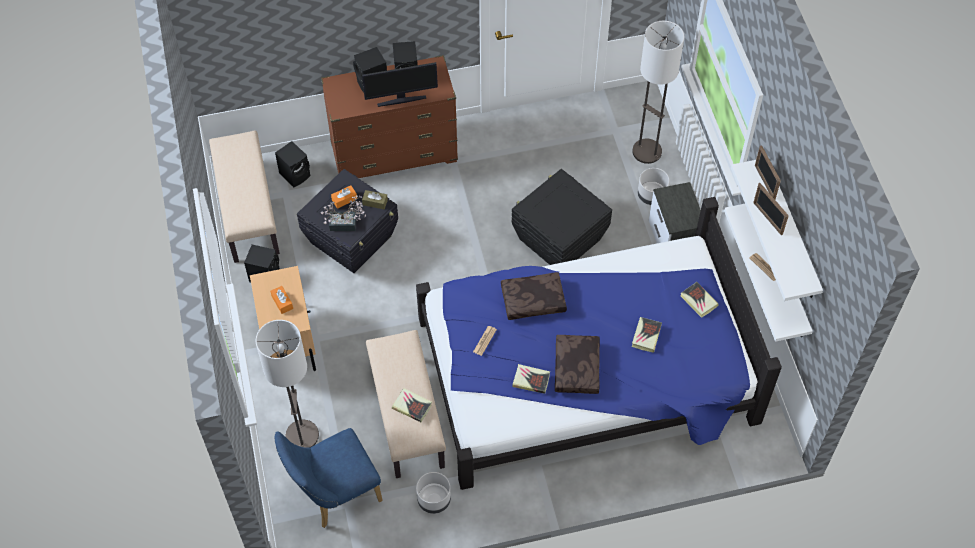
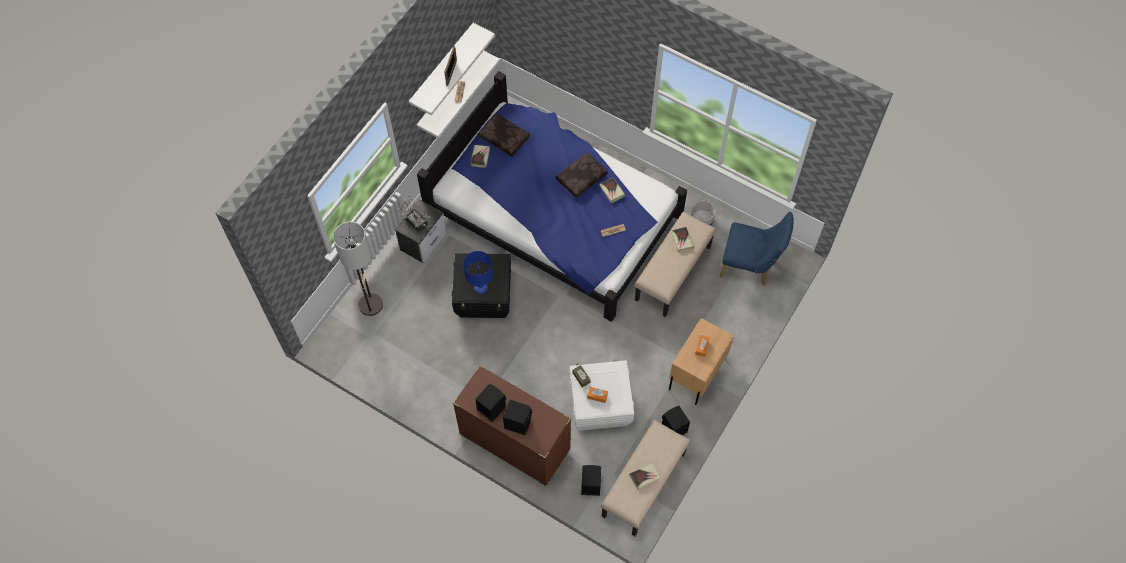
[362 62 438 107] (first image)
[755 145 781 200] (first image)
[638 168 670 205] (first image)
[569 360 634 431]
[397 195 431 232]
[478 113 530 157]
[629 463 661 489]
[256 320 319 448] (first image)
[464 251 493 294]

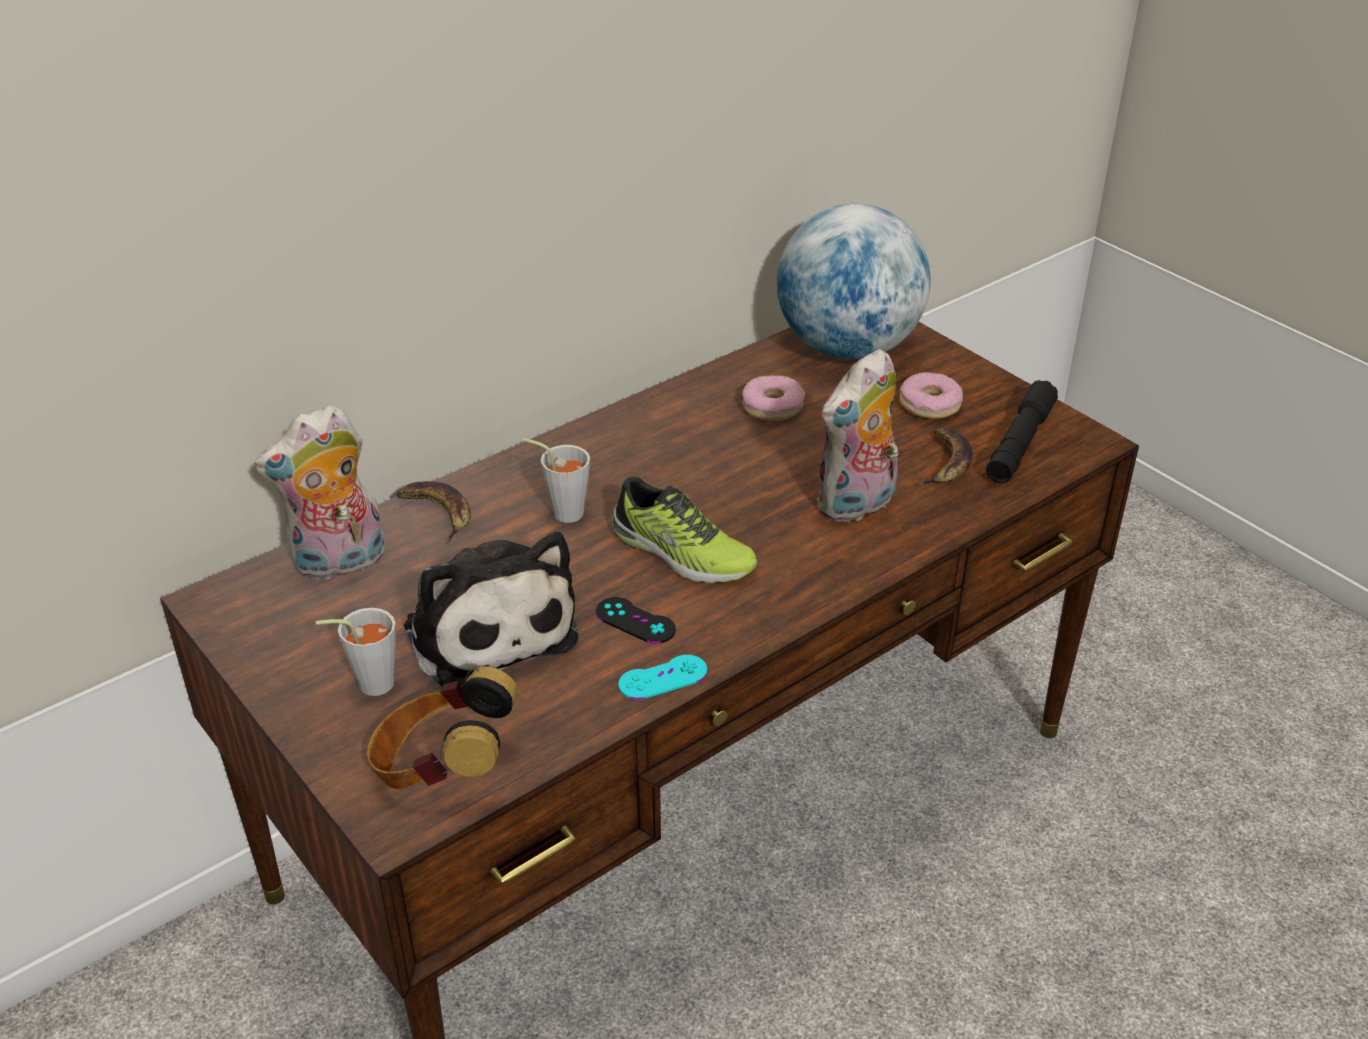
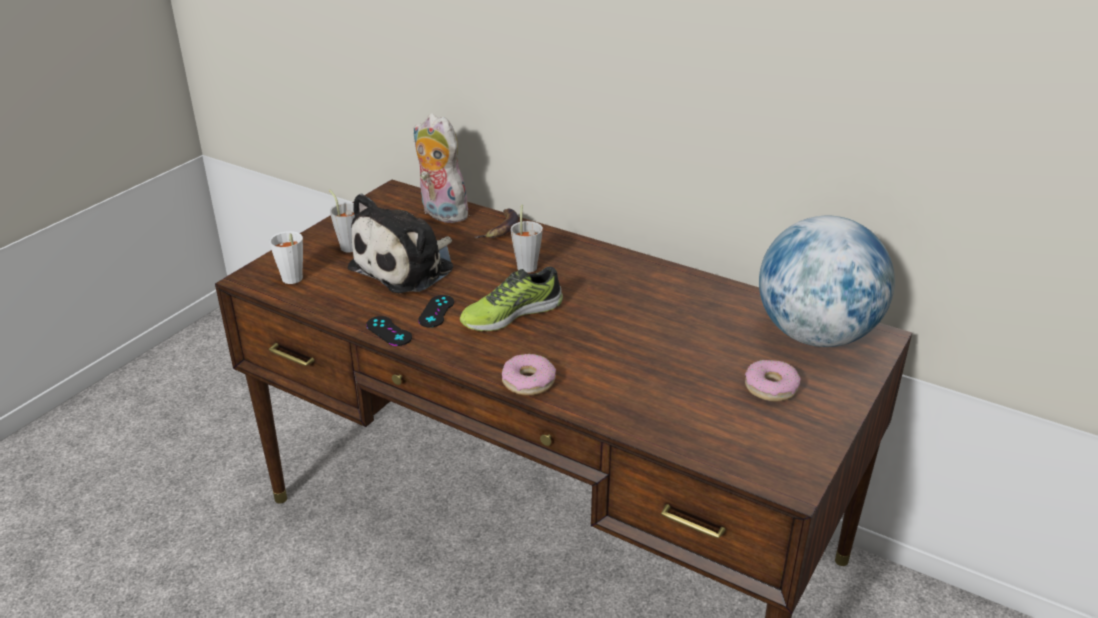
[816 349 898 524] (first image)
[502 354 556 395]
[986 380 1058 483] (first image)
[918 428 973 486] (first image)
[460 267 563 331]
[366 316 412 346]
[269 231 303 284]

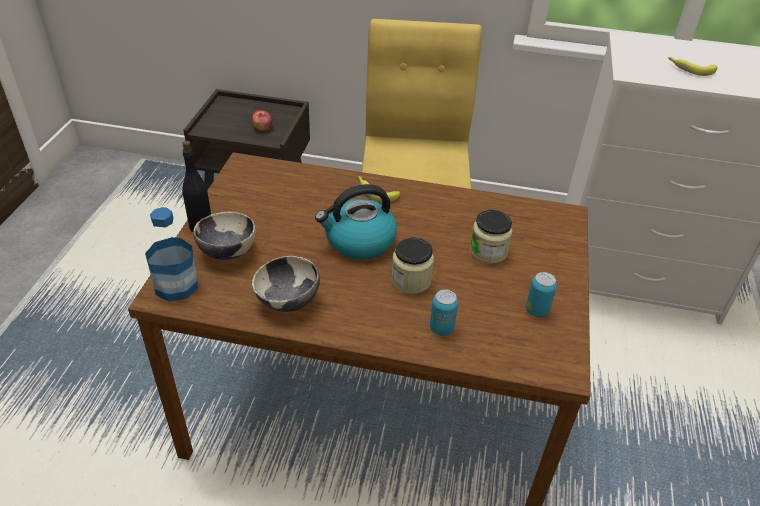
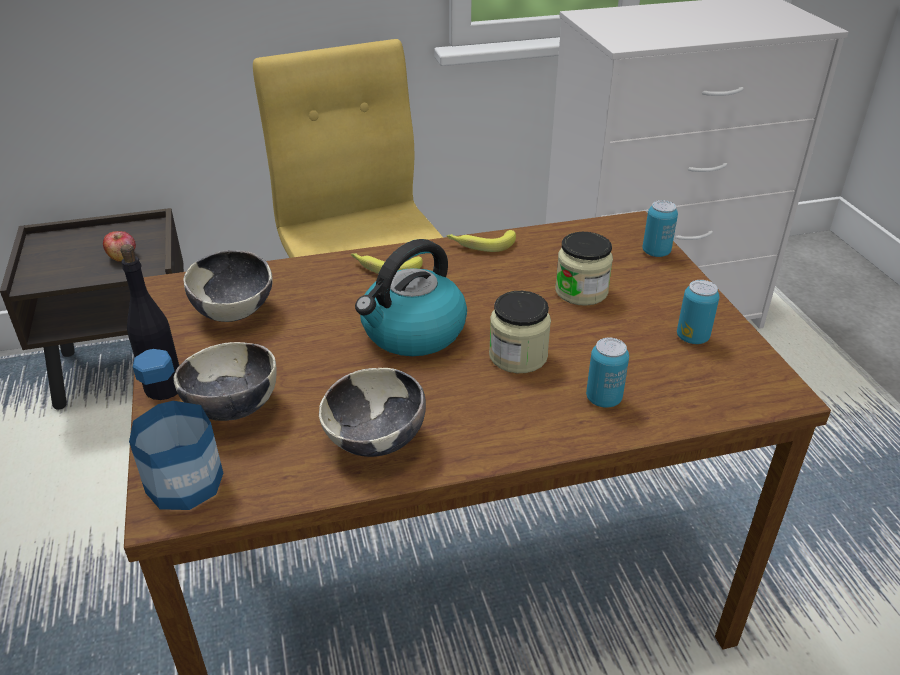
[447 230 516 252]
[642 200 678 257]
[183 250 273 322]

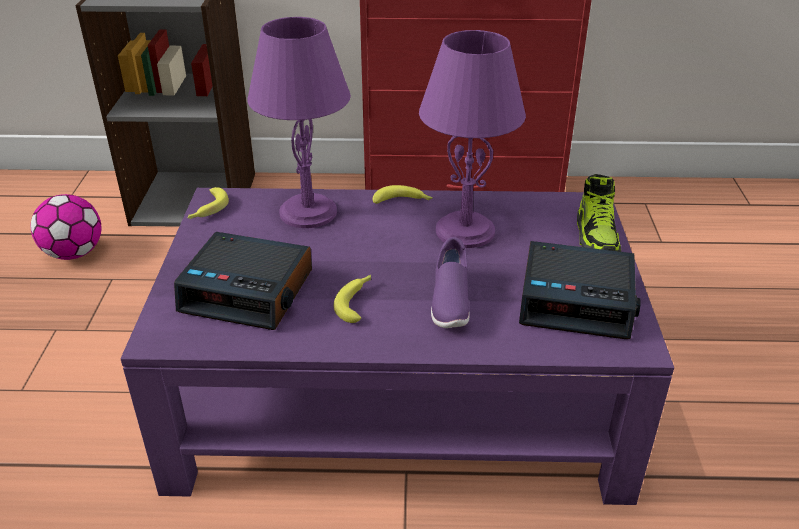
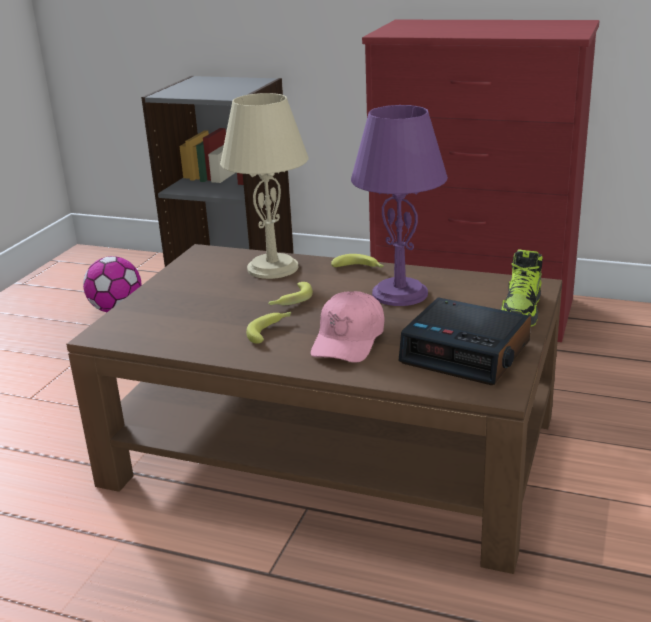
[220 93 308 279]
[268 282 313 305]
[66 244 562 574]
[174 232 312 330] (first image)
[311 291 385 363]

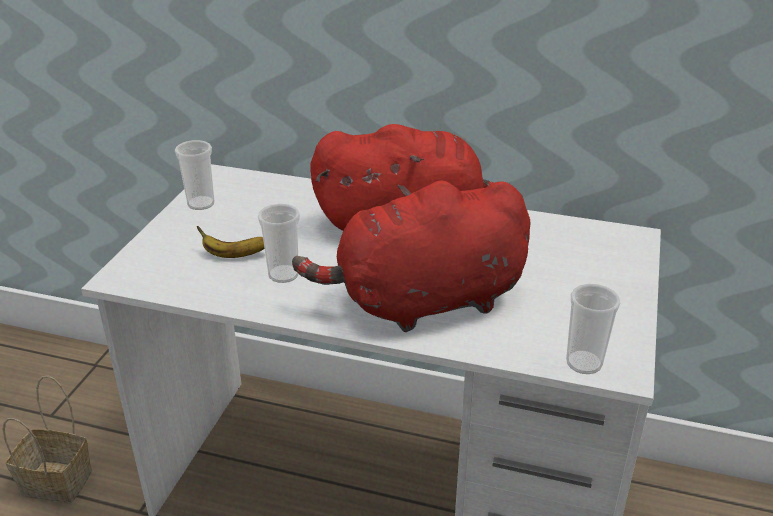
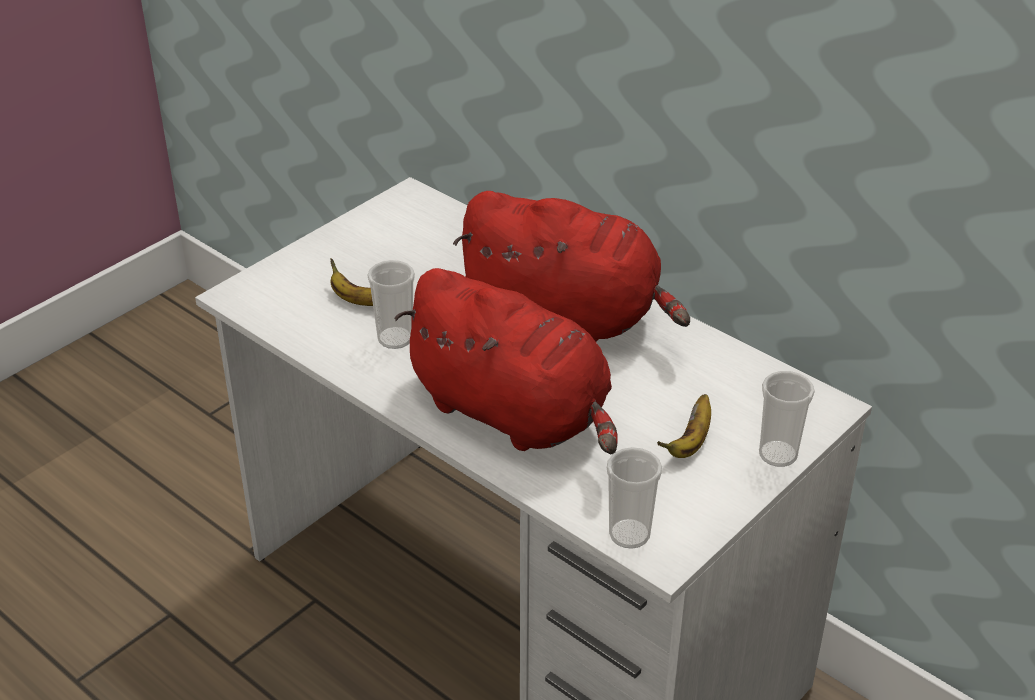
[759 371 815 467]
[394 268 618 454]
[2 376 92 503] (first image)
[657 394 711 458]

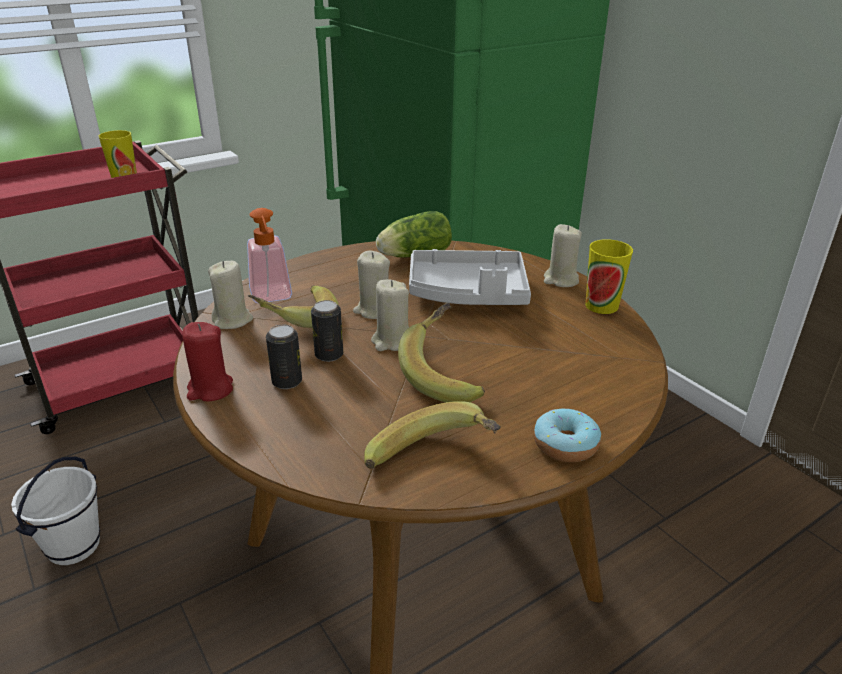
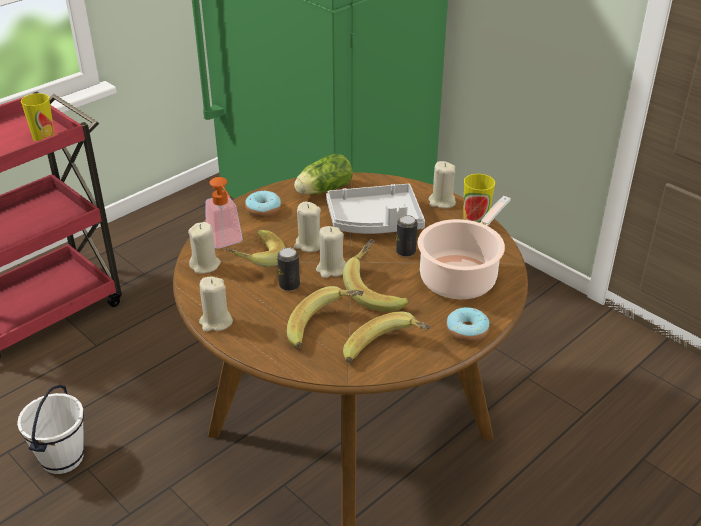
[199 277 233 332]
[396 215 417 257]
[245 190 281 218]
[417 196 511 299]
[287 286 364 348]

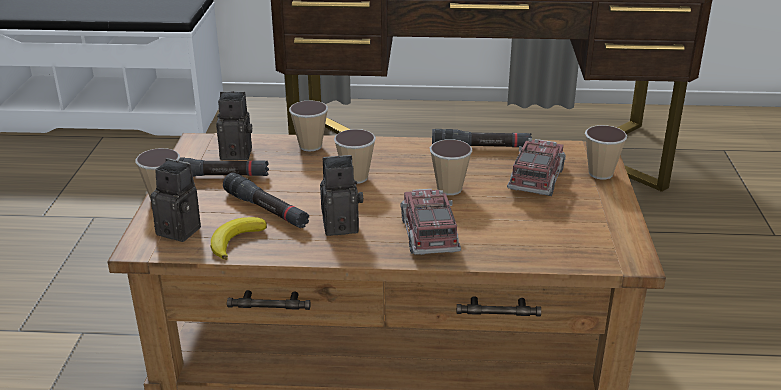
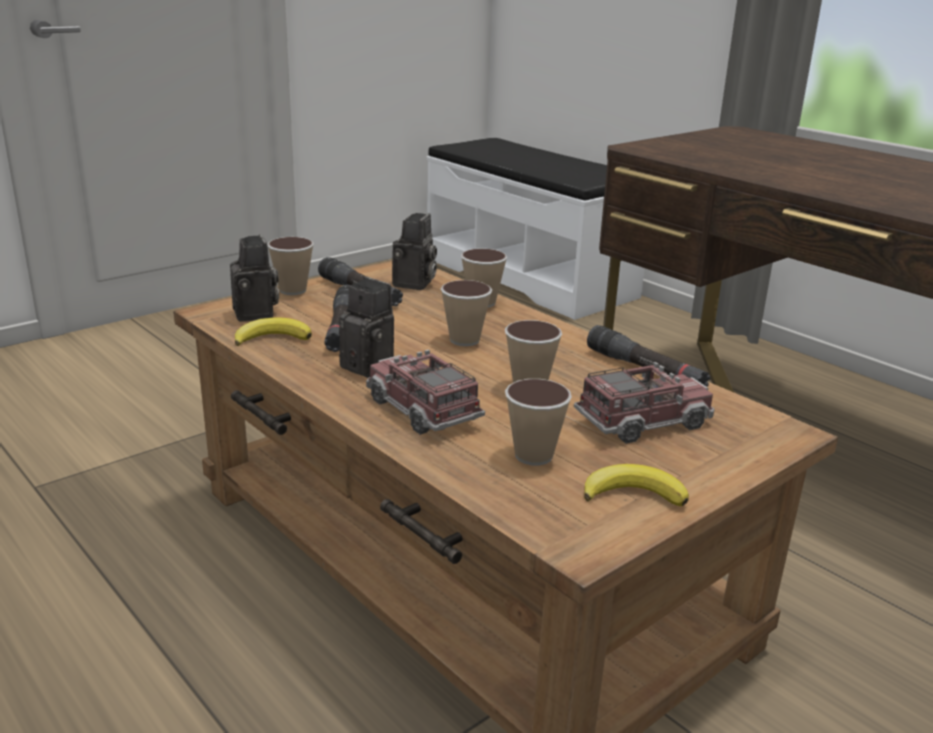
[392 213 437 290]
[505 379 572 465]
[366 350 485 435]
[584 464 689 506]

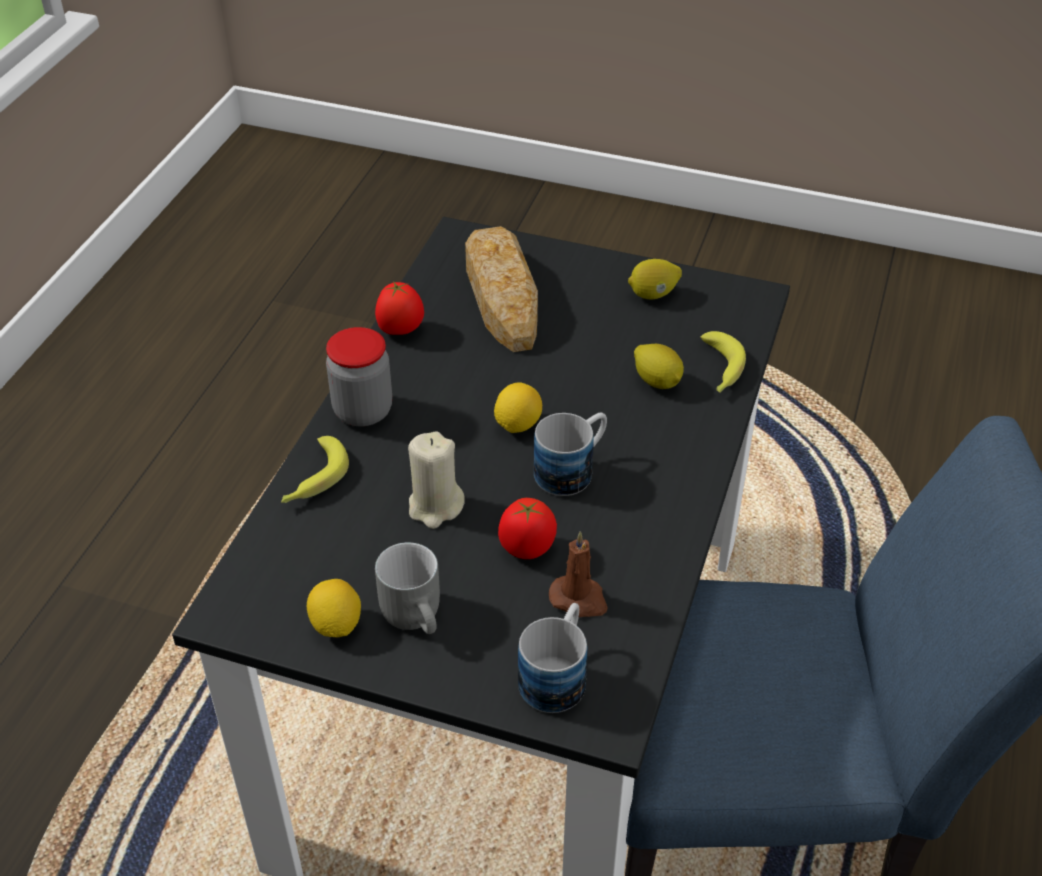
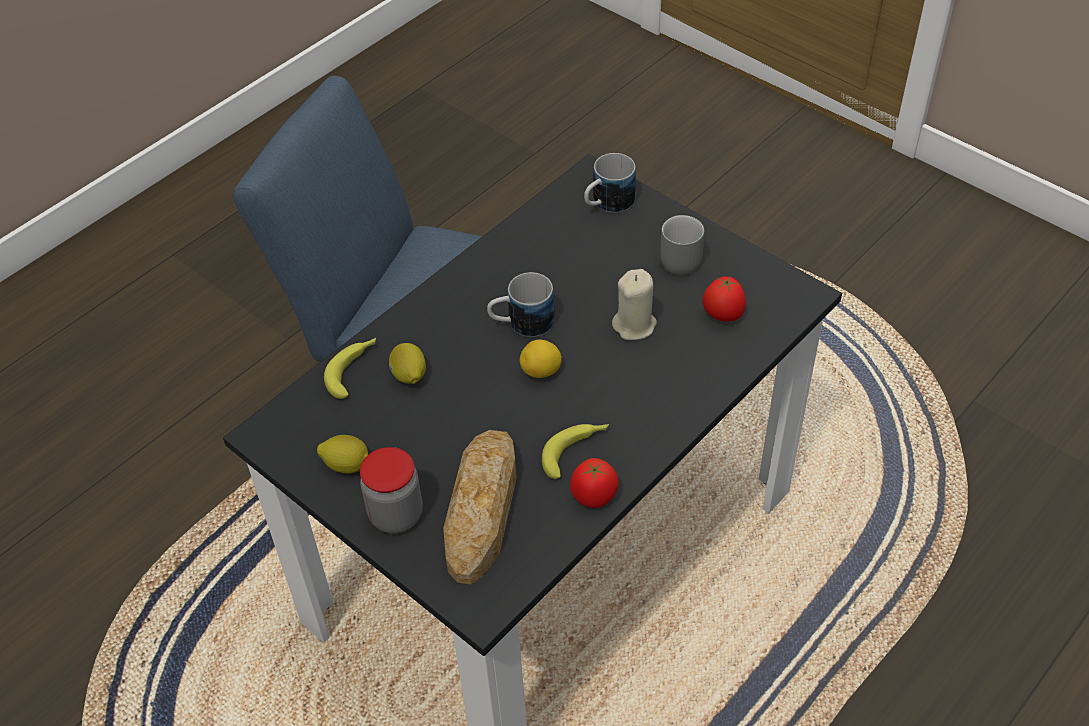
[360 447 423 534]
[542 424 609 479]
[702 276 746 322]
[549 531 608 617] (first image)
[307 579 361 638] (first image)

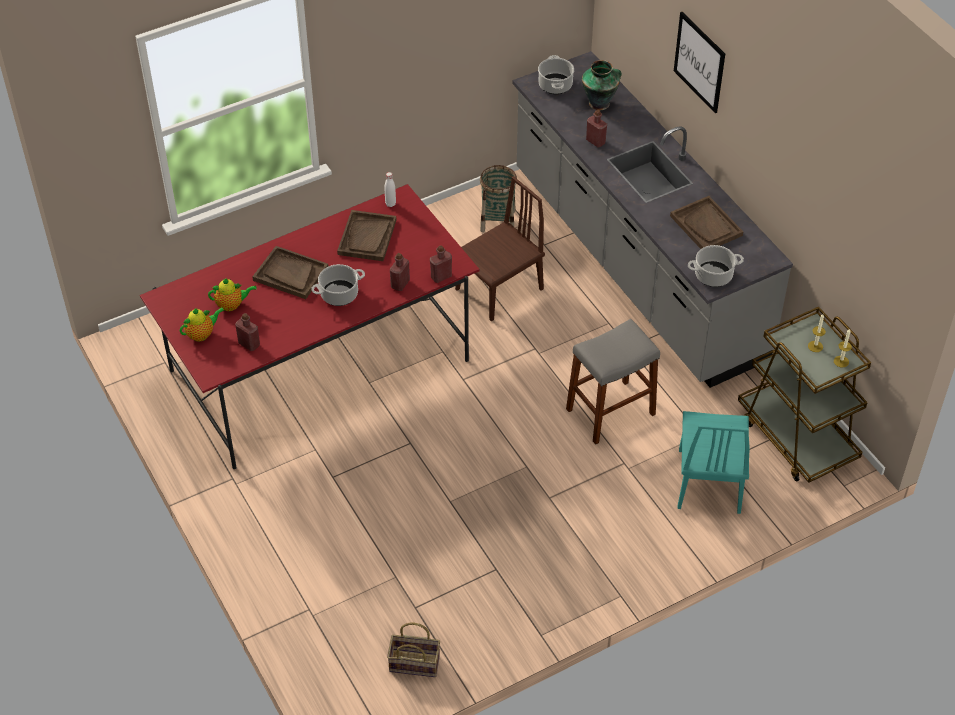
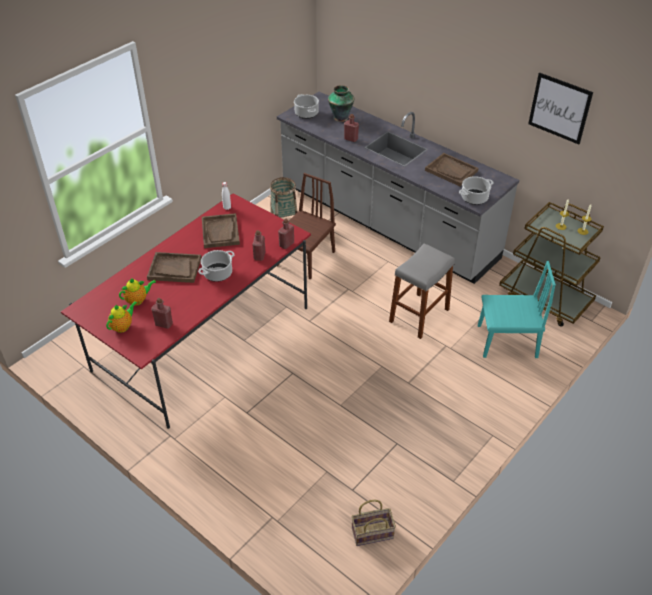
[528 73 593 144]
[478 261 556 358]

